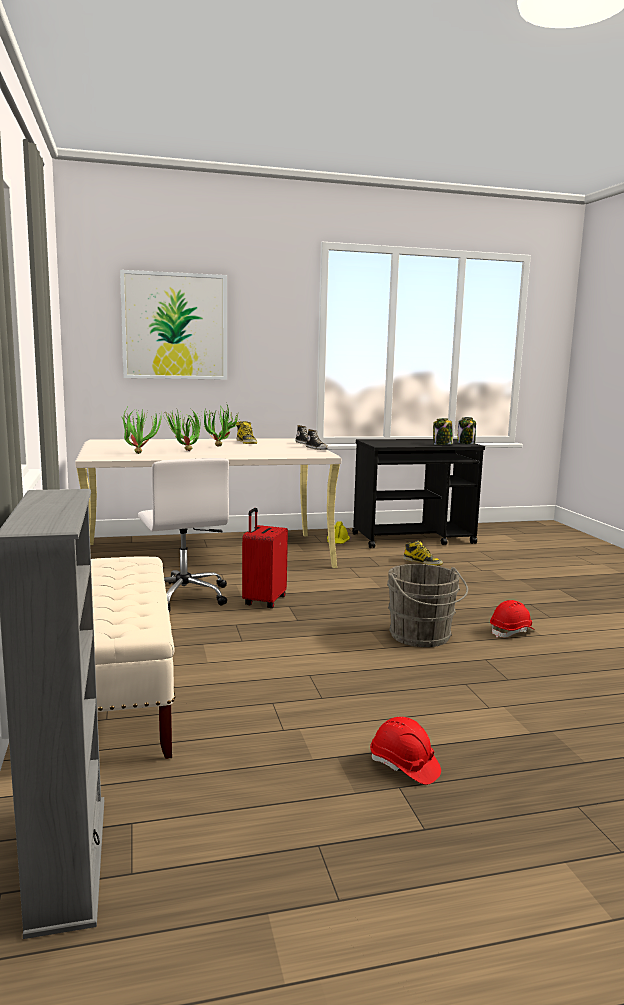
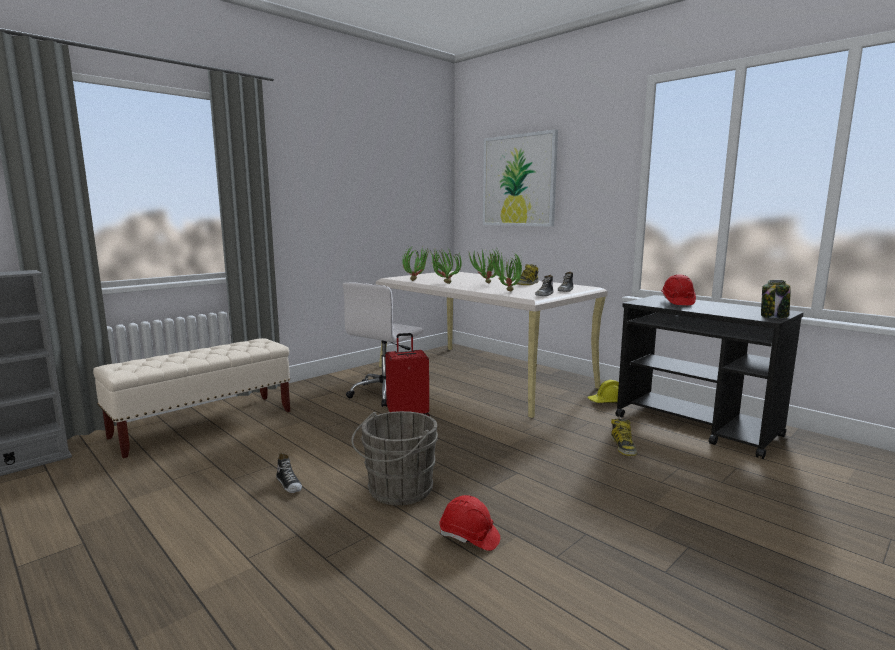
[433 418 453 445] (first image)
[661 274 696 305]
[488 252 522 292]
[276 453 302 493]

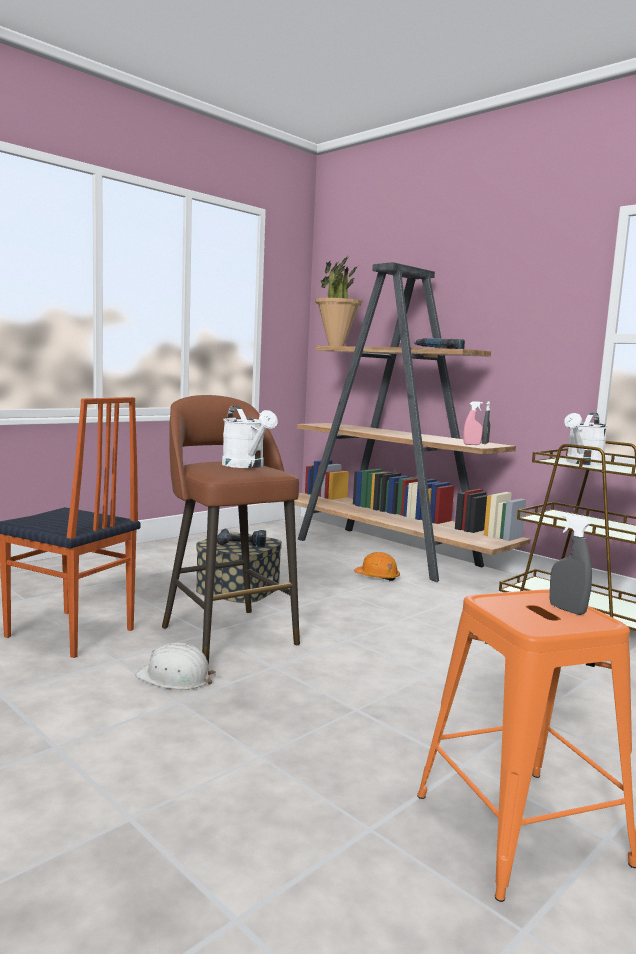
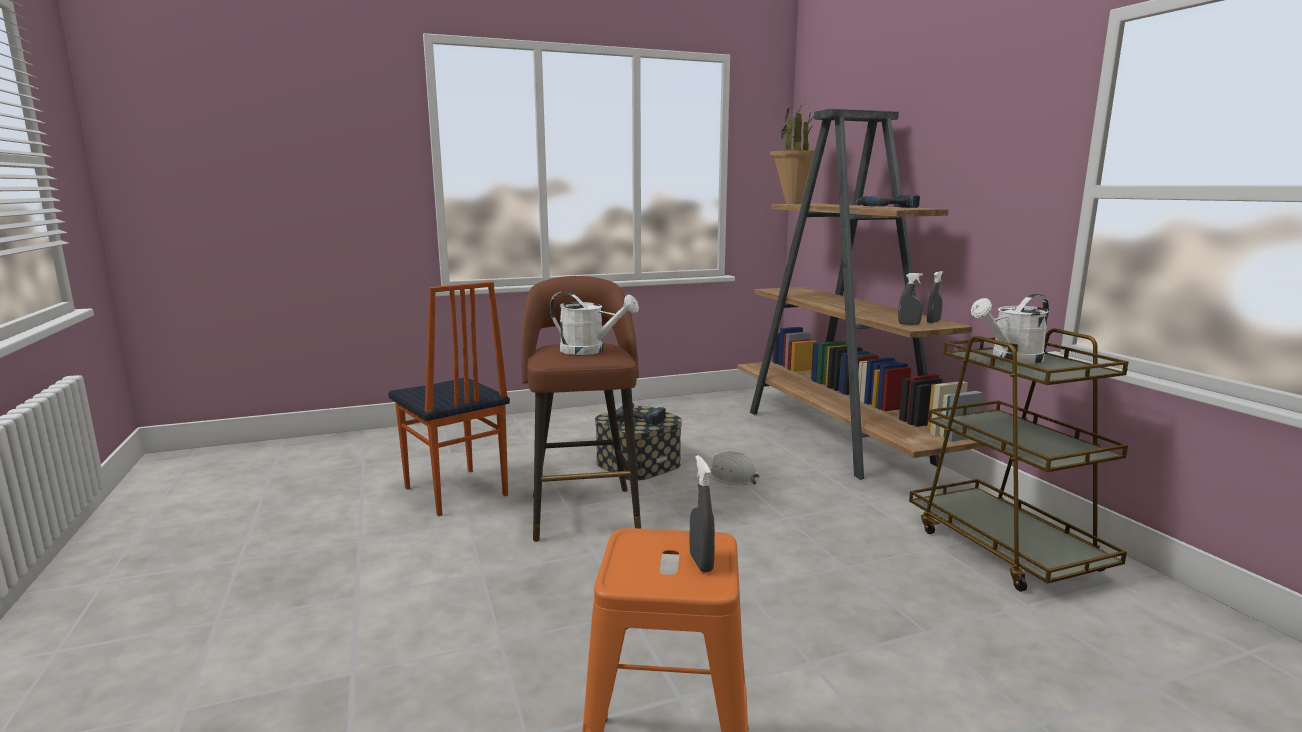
[898 273 923 325]
[550 291 639 355]
[354 552 400 581] (first image)
[709 451 760 485]

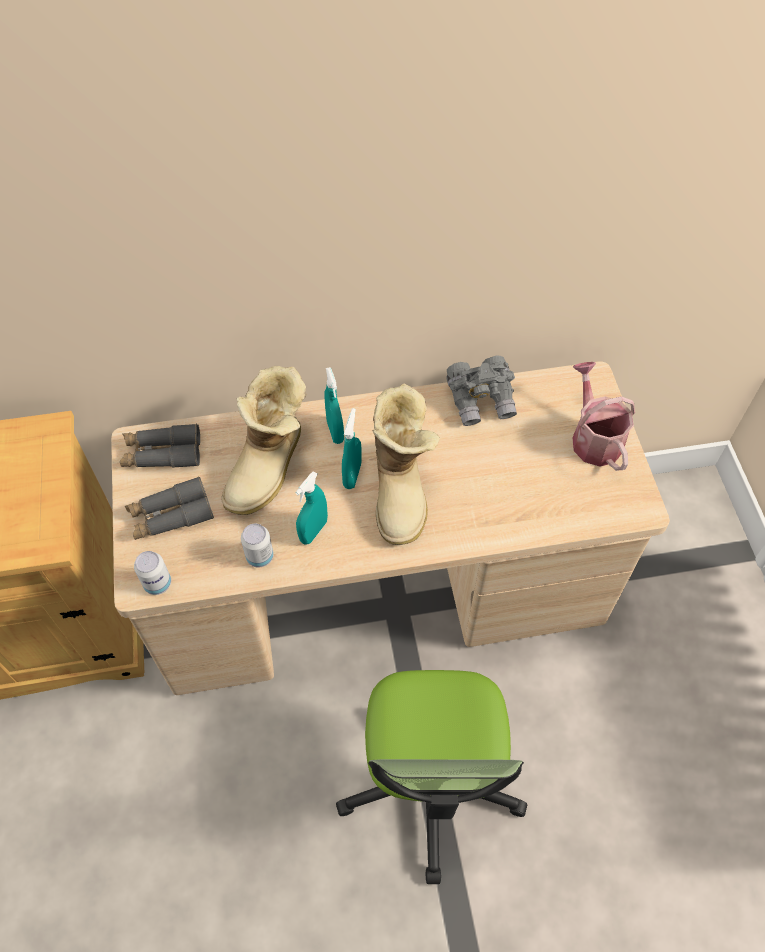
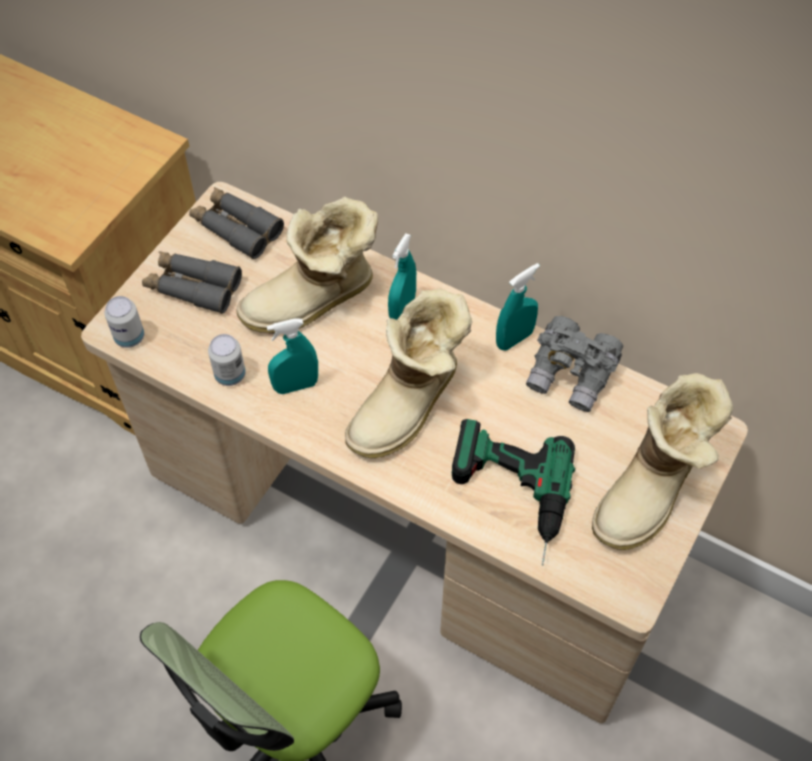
[592 373 733 550]
[496 263 540 351]
[452 419 575 566]

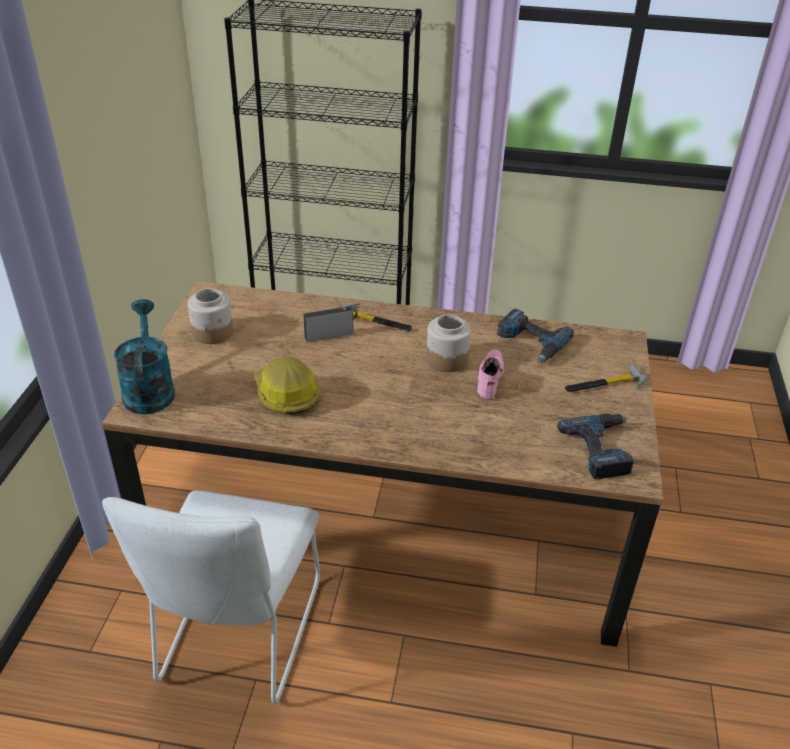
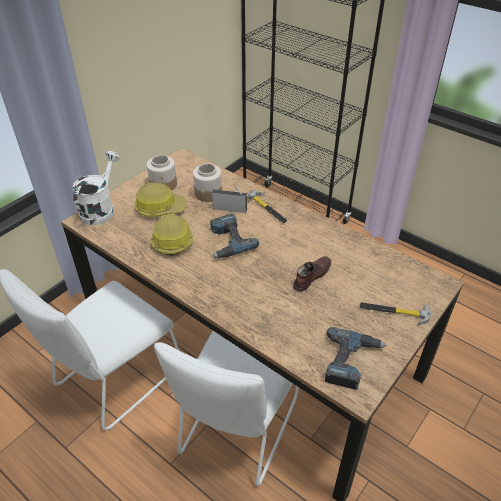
[72 151 120 225]
[210 214 259 258]
[193 163 222 202]
[293 256 331 292]
[134 183 186 217]
[154 331 299 486]

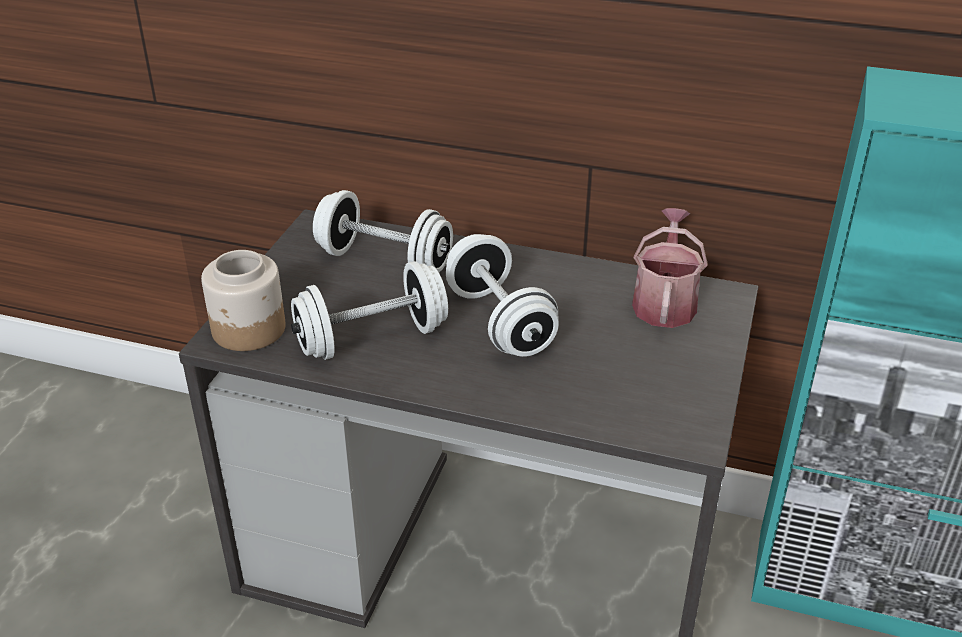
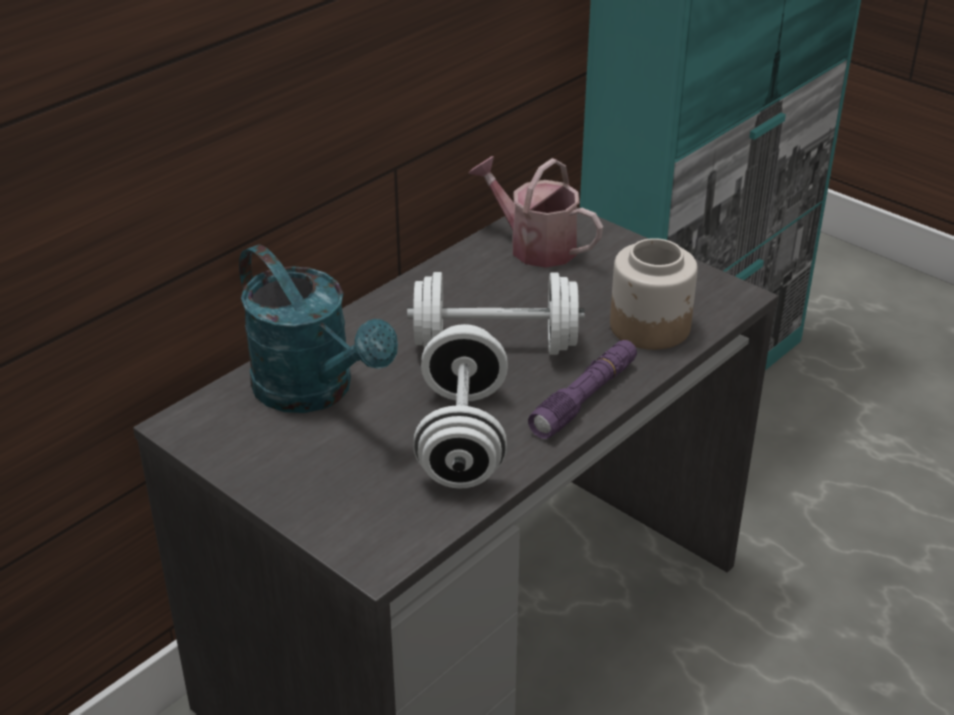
[239 244 398 413]
[610 238 698 350]
[528 340 637 439]

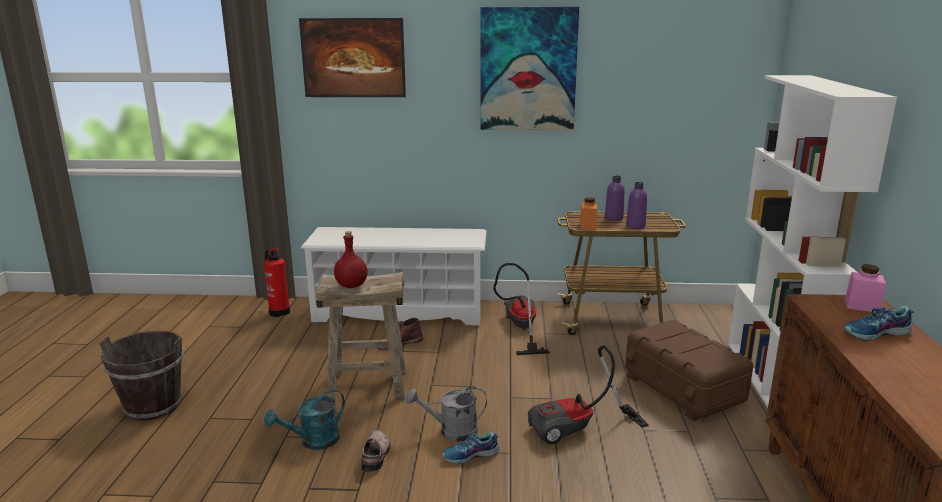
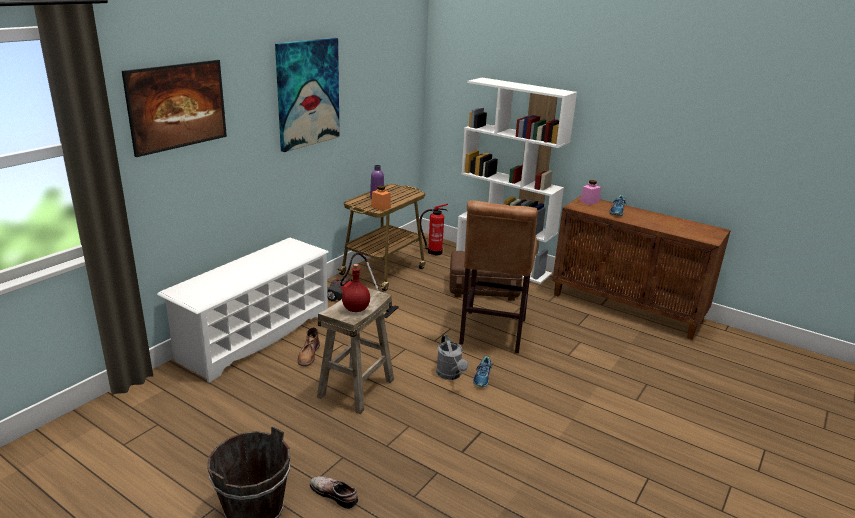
[626 182 647 229] (first image)
[419 204 448 256]
[459 200 538 353]
[436 335 468 380]
[264 389 345 450] (first image)
[310 476 358 509]

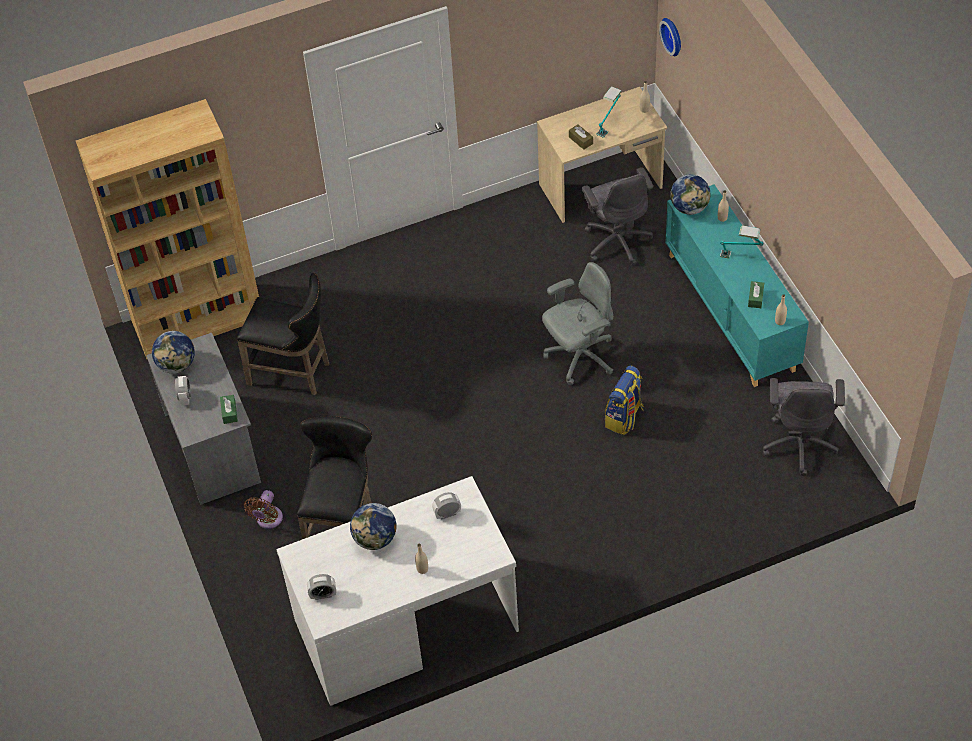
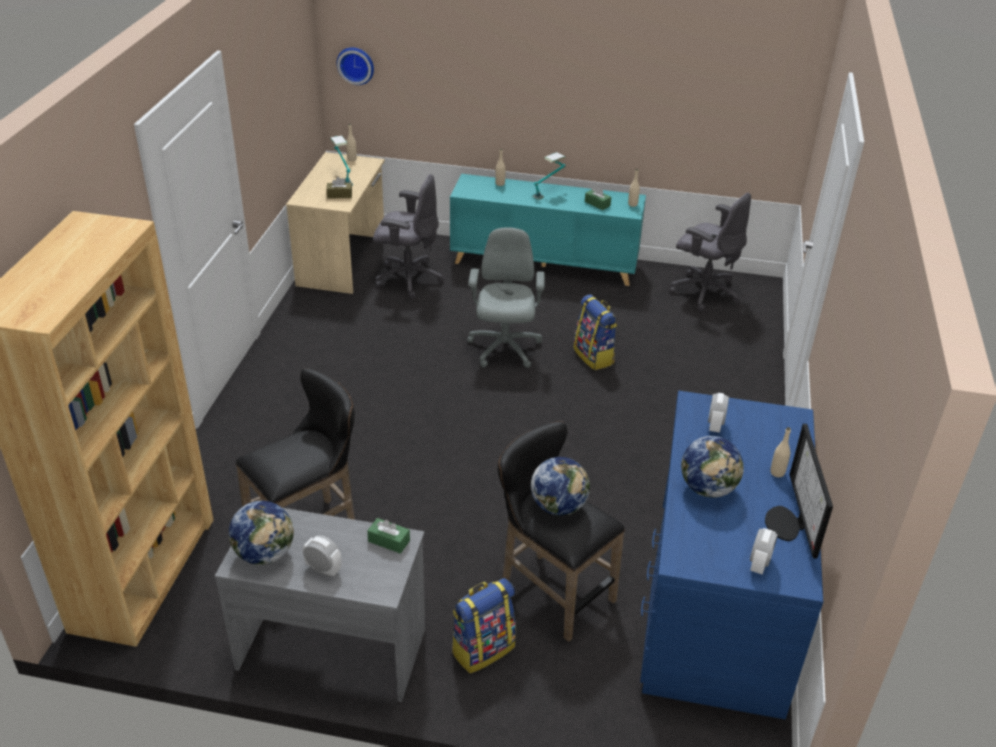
[531 457 590 516]
[640 391 823 719]
[452 578 516 674]
[765 424 833 559]

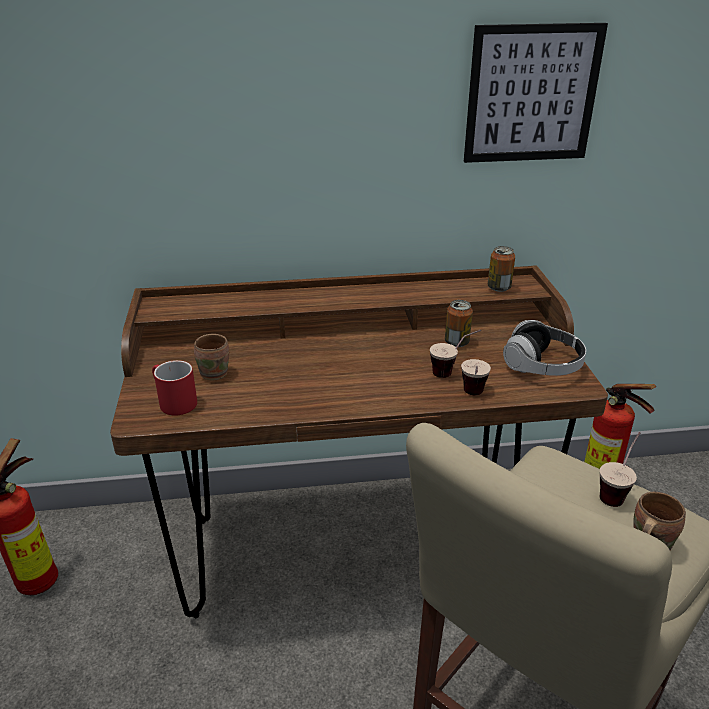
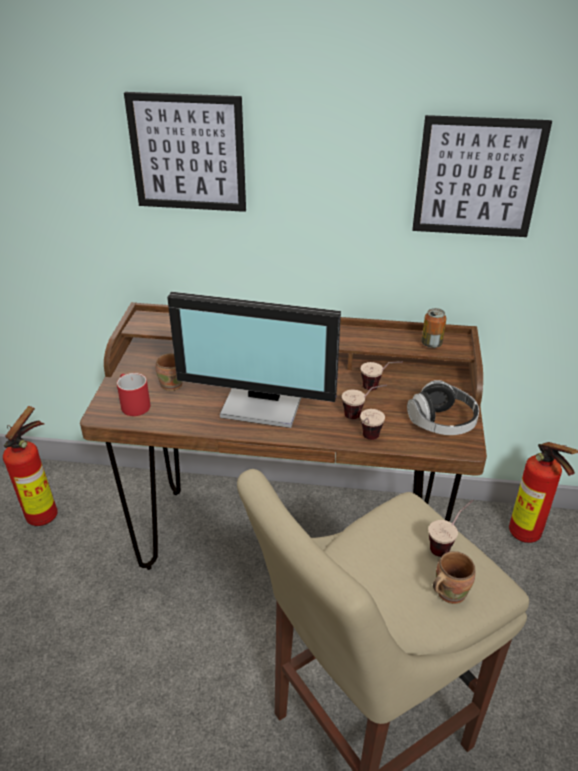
[361 361 403 390]
[124 92 246 212]
[167 292 341 428]

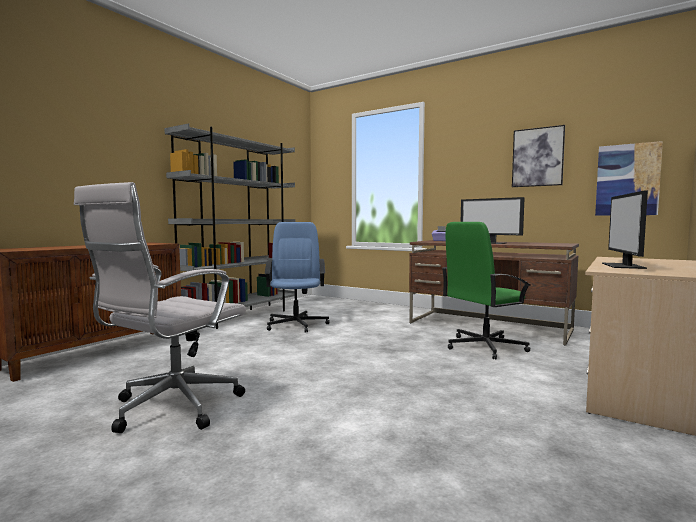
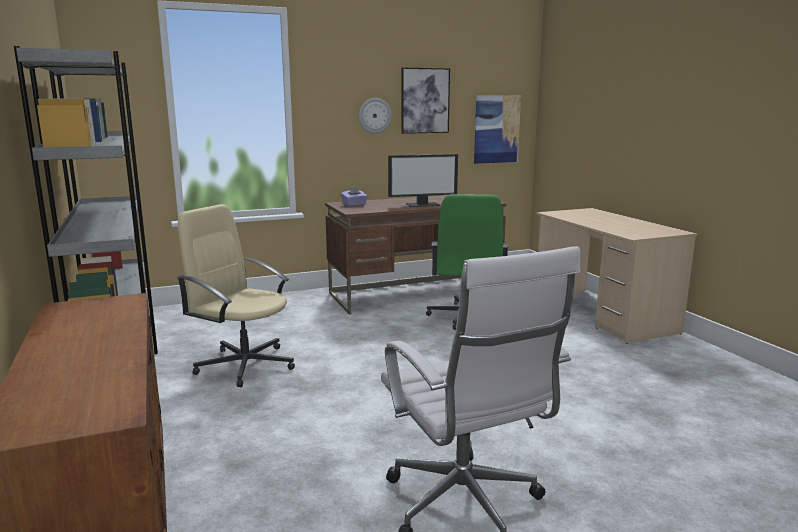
[602 190 648 269] (first image)
[177 204 295 388]
[359 98 392 134]

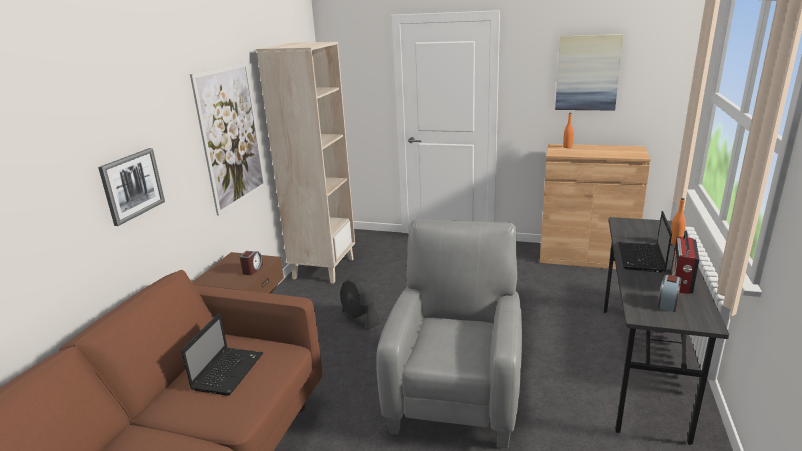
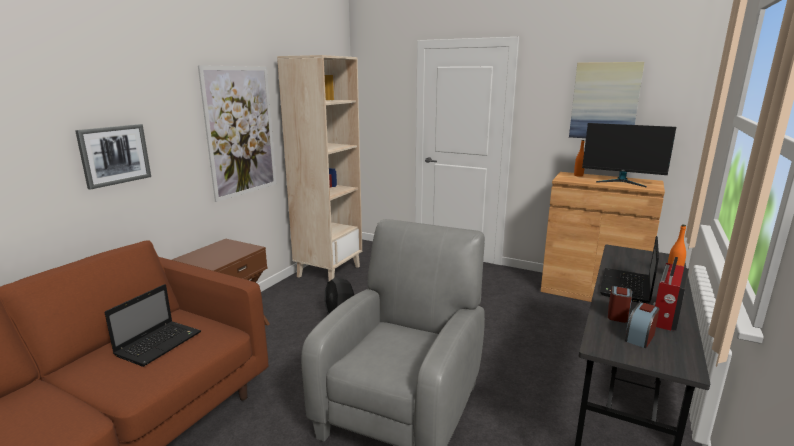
[608 286 632 323]
[582 123 676 187]

